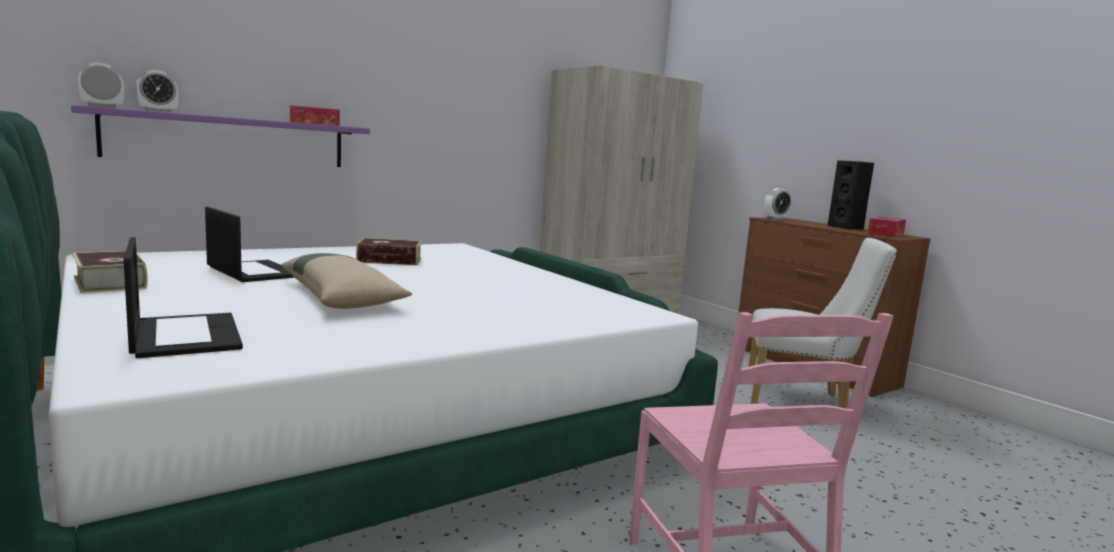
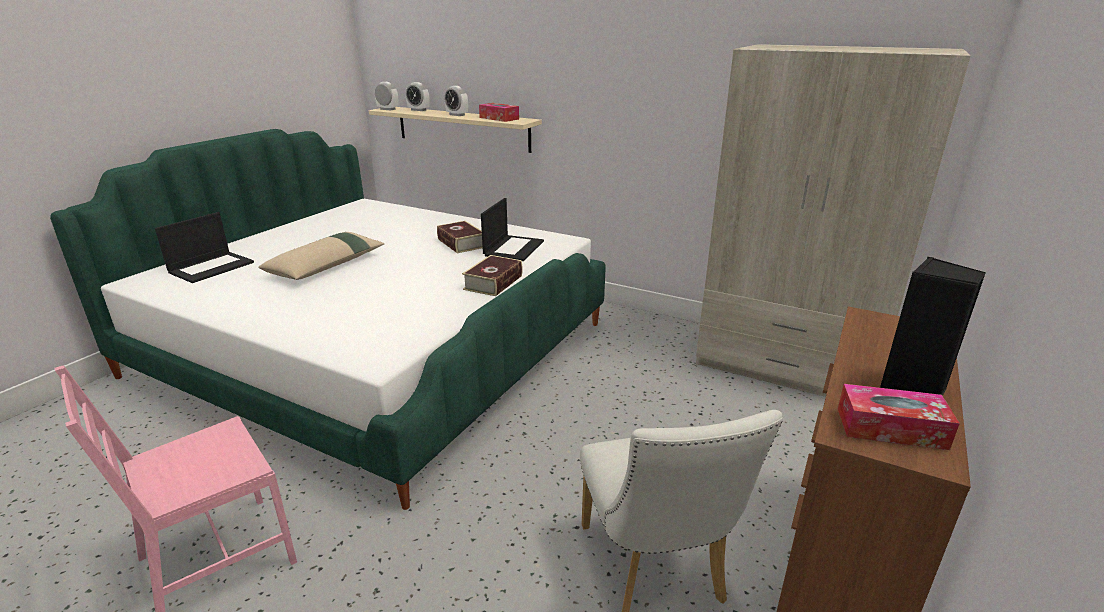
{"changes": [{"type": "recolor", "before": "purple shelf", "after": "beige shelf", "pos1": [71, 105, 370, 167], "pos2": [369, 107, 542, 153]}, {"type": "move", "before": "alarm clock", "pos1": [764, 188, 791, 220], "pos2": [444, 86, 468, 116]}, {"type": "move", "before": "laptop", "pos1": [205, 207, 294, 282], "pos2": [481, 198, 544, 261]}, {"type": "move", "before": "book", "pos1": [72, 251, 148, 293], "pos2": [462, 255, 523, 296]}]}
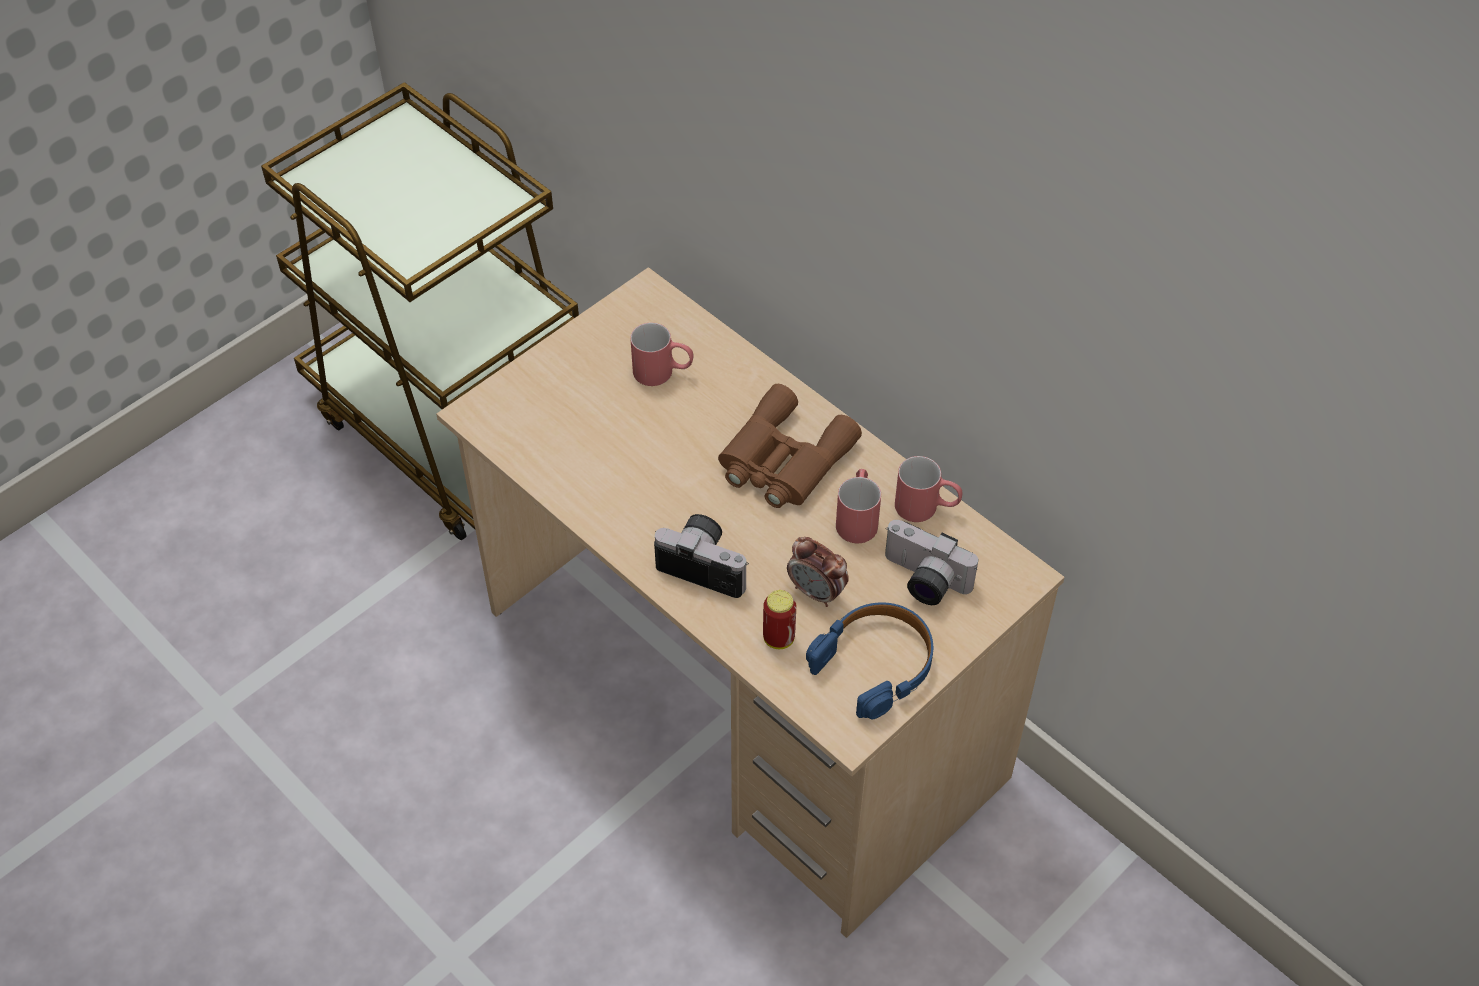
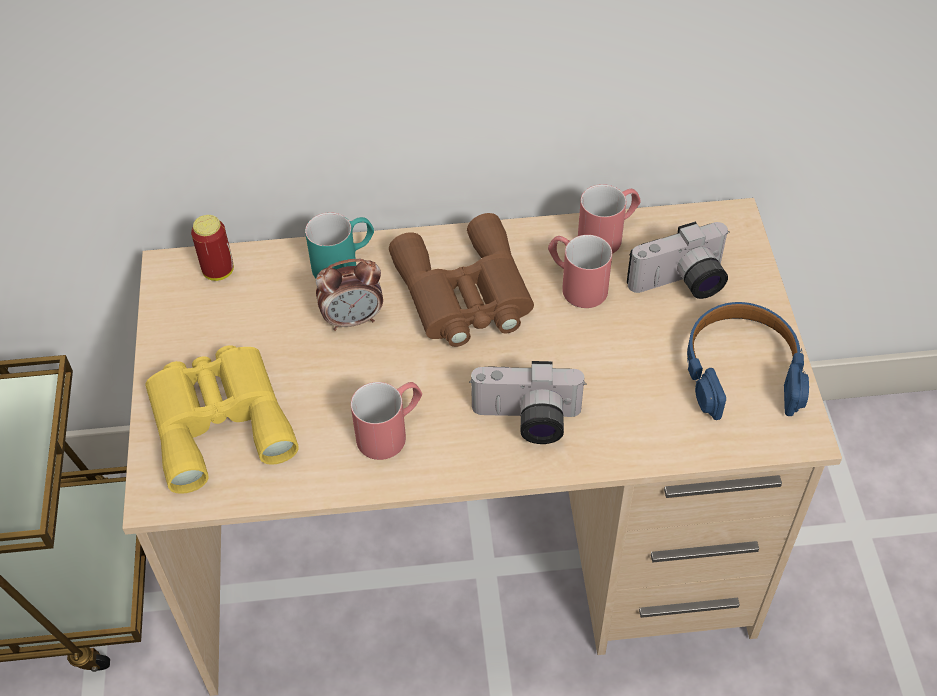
{"changes": [{"type": "move", "before": "red mug", "pos1": [630, 323, 693, 386], "pos2": [351, 382, 422, 460]}, {"type": "rotate", "before": "photo camera", "pos1": [654, 514, 749, 598], "pos2": [469, 361, 587, 444], "turn": -150}, {"type": "move", "before": "alarm clock", "pos1": [787, 537, 849, 607], "pos2": [316, 259, 383, 331]}, {"type": "move", "before": "can", "pos1": [763, 590, 796, 649], "pos2": [191, 215, 234, 281]}, {"type": "insert", "after": "turquoise mug", "pos2": [305, 212, 374, 278]}, {"type": "insert", "after": "yellow binoculars", "pos2": [145, 345, 299, 494]}]}
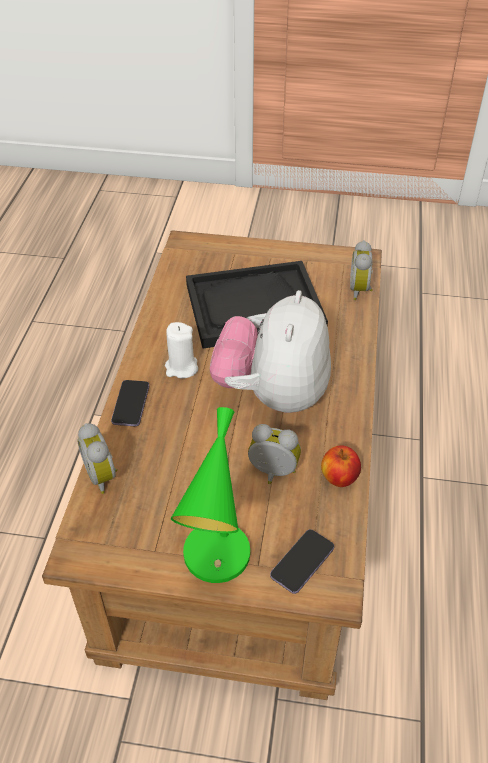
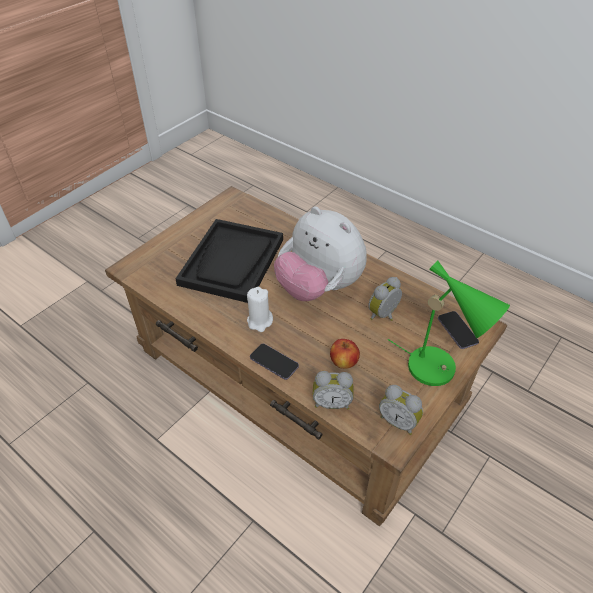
{"changes": [{"type": "move", "before": "alarm clock", "pos1": [350, 240, 373, 300], "pos2": [379, 385, 423, 435]}, {"type": "move", "before": "apple", "pos1": [321, 446, 361, 487], "pos2": [330, 339, 360, 369]}]}
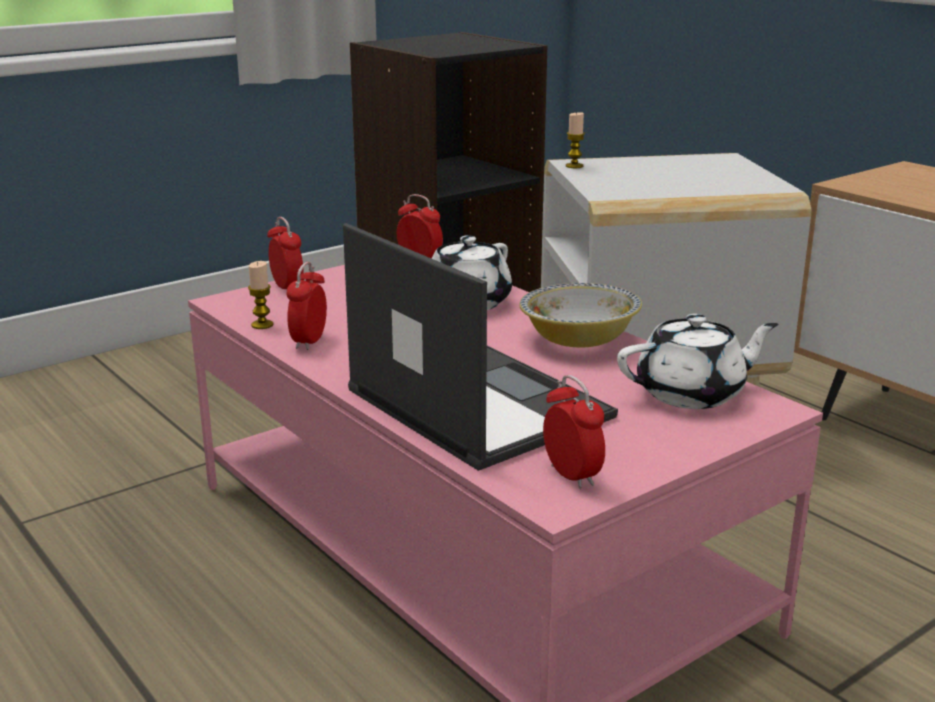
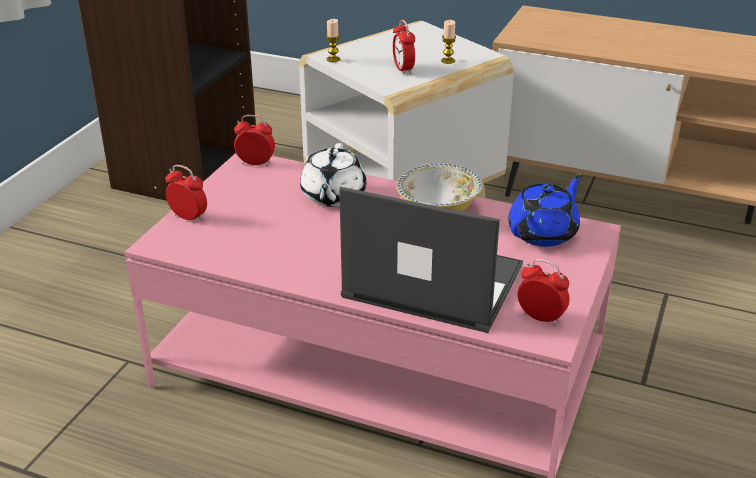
{"changes": [{"type": "move", "before": "candle", "pos1": [248, 261, 273, 329], "pos2": [441, 20, 456, 64]}, {"type": "move", "before": "alarm clock", "pos1": [287, 262, 327, 350], "pos2": [393, 19, 415, 75]}, {"type": "recolor", "before": "white teapot", "after": "blue teapot", "pos1": [617, 314, 778, 409], "pos2": [508, 175, 582, 247]}]}
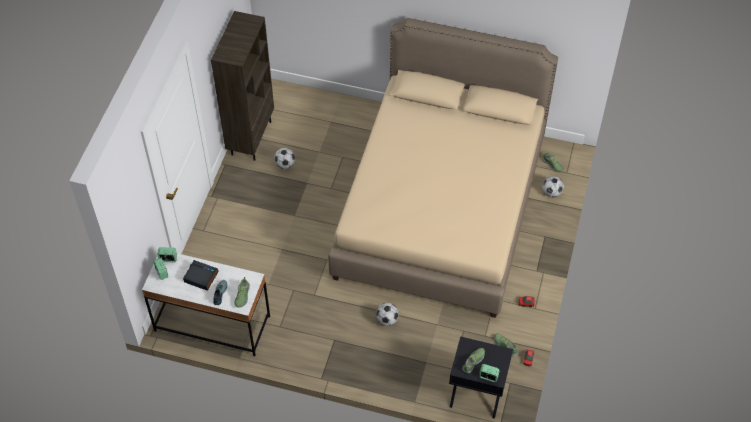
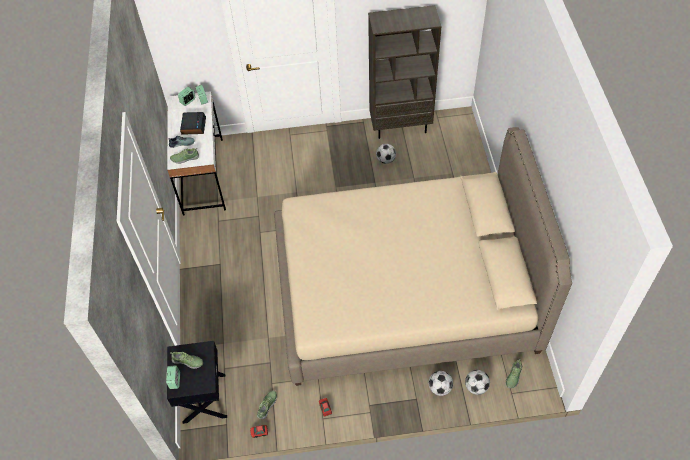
{"changes": [{"type": "move", "before": "football", "pos1": [376, 303, 399, 326], "pos2": [428, 371, 453, 396]}]}
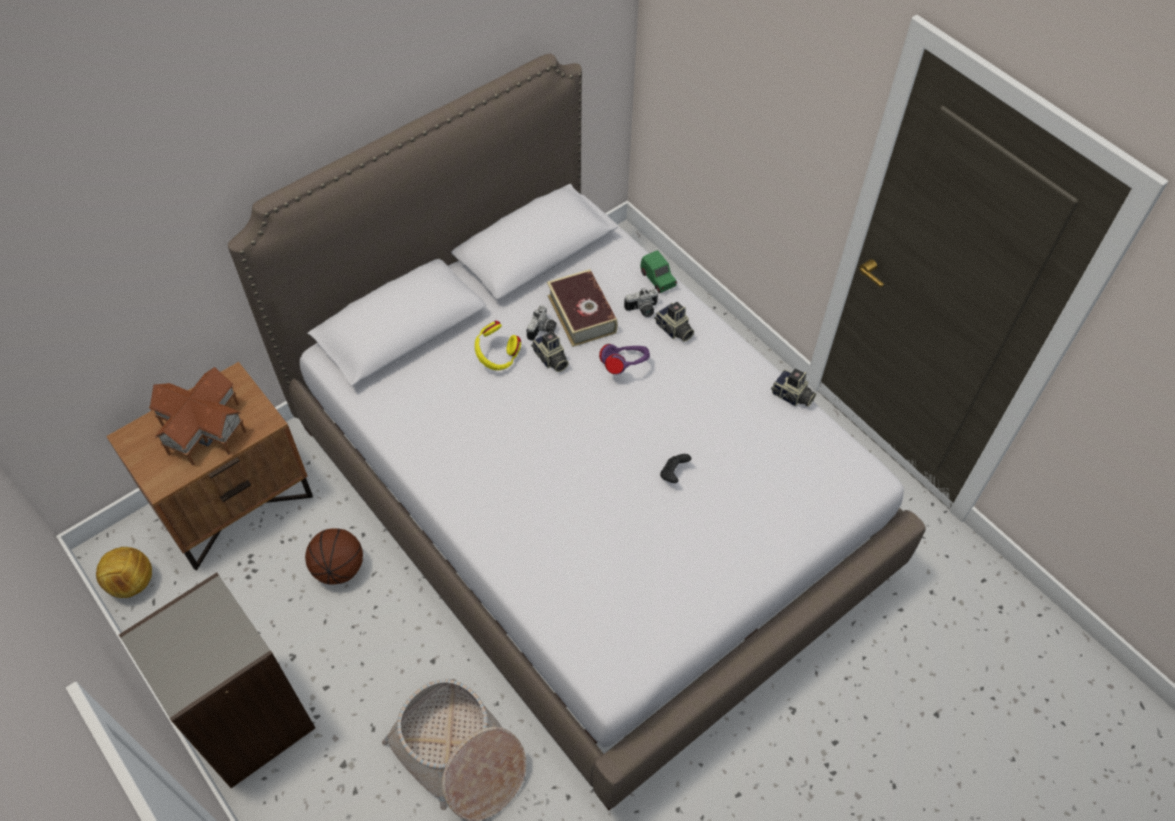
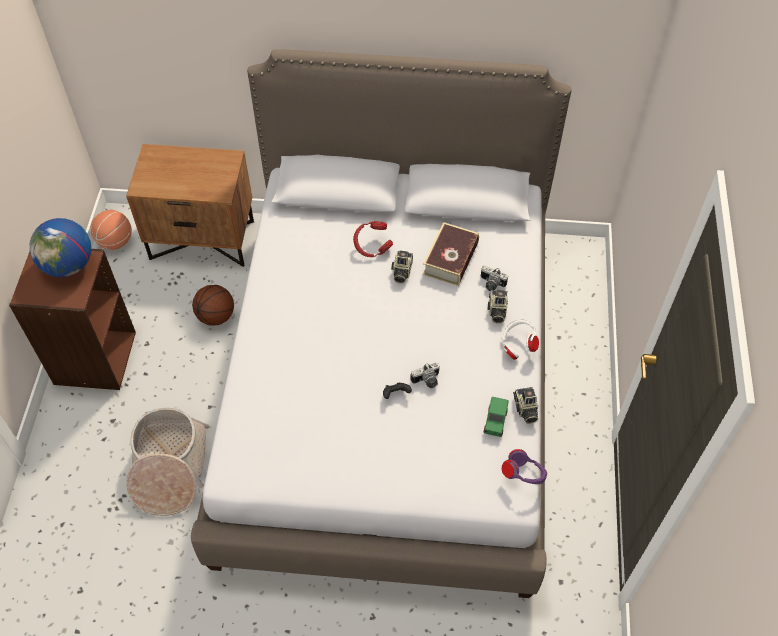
{"changes": [{"type": "move", "before": "green toy car", "pos1": [640, 251, 677, 293], "pos2": [484, 397, 509, 437]}, {"type": "move", "before": "photo camera", "pos1": [527, 305, 556, 341], "pos2": [410, 362, 439, 388]}, {"type": "recolor", "before": "yellow headphones", "after": "red headphones", "pos1": [475, 320, 521, 370], "pos2": [353, 221, 393, 257]}, {"type": "move", "before": "purple headphones", "pos1": [599, 344, 650, 374], "pos2": [502, 449, 547, 484]}, {"type": "delete", "before": "toy house", "pos1": [149, 367, 247, 466]}, {"type": "replace", "before": "football", "after": "basketball", "pos1": [96, 547, 152, 598], "pos2": [90, 210, 132, 250]}, {"type": "recolor", "before": "grey bookcase", "after": "brown bookcase", "pos1": [119, 573, 315, 788], "pos2": [9, 249, 136, 390]}, {"type": "insert", "after": "globe", "pos2": [29, 218, 91, 277]}, {"type": "insert", "after": "white headphones", "pos2": [502, 319, 539, 360]}]}
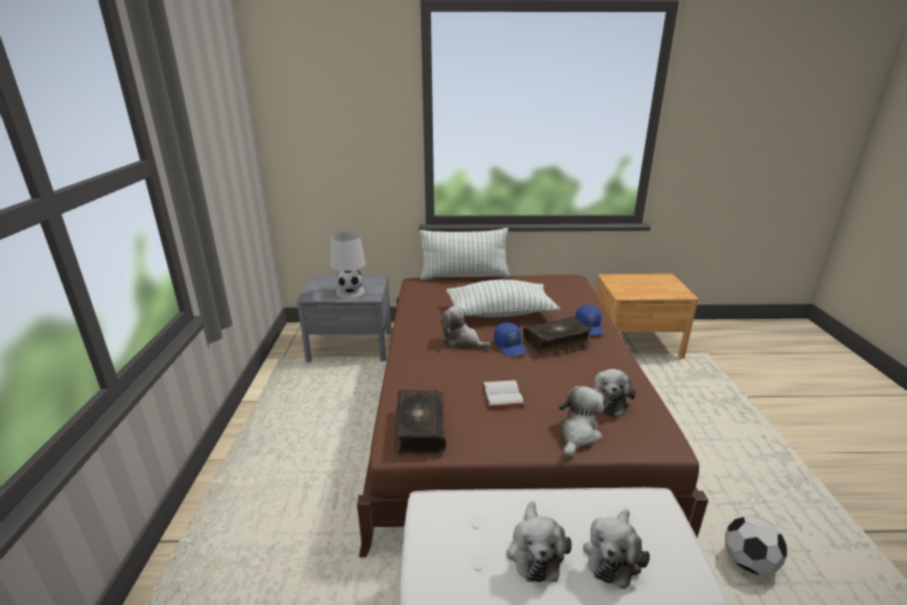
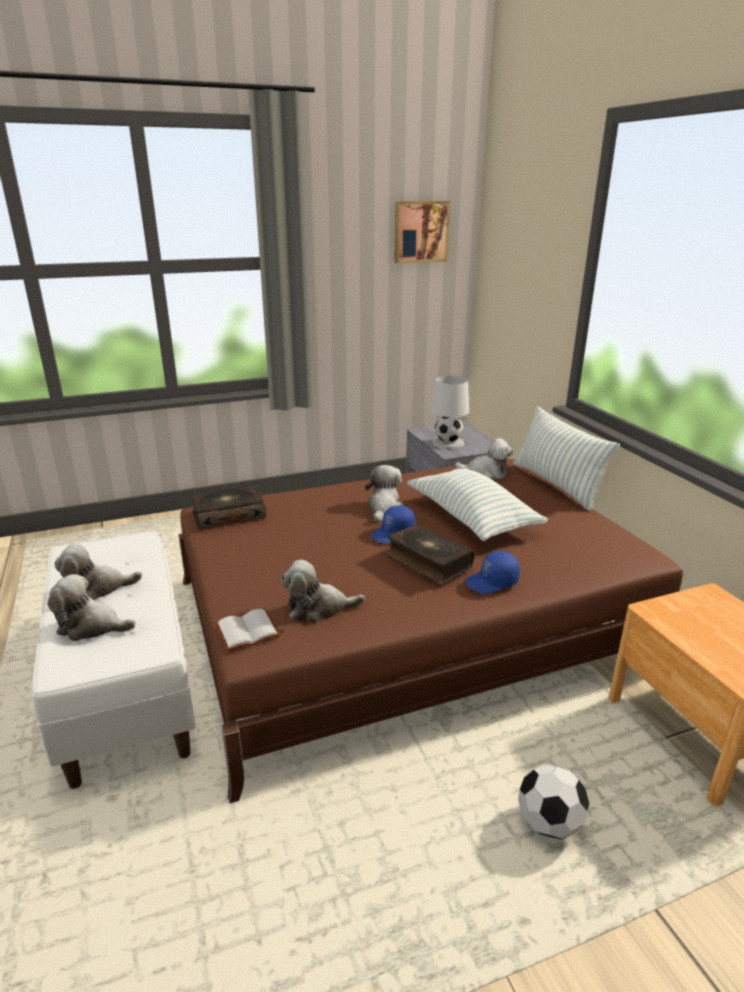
{"changes": [{"type": "move", "before": "white book", "pos1": [482, 380, 525, 408], "pos2": [215, 609, 281, 651]}, {"type": "move", "before": "plush toy", "pos1": [559, 386, 603, 457], "pos2": [455, 438, 513, 479]}, {"type": "move", "before": "football", "pos1": [725, 516, 787, 575], "pos2": [518, 765, 590, 840]}, {"type": "insert", "after": "picture", "pos2": [394, 201, 451, 263]}]}
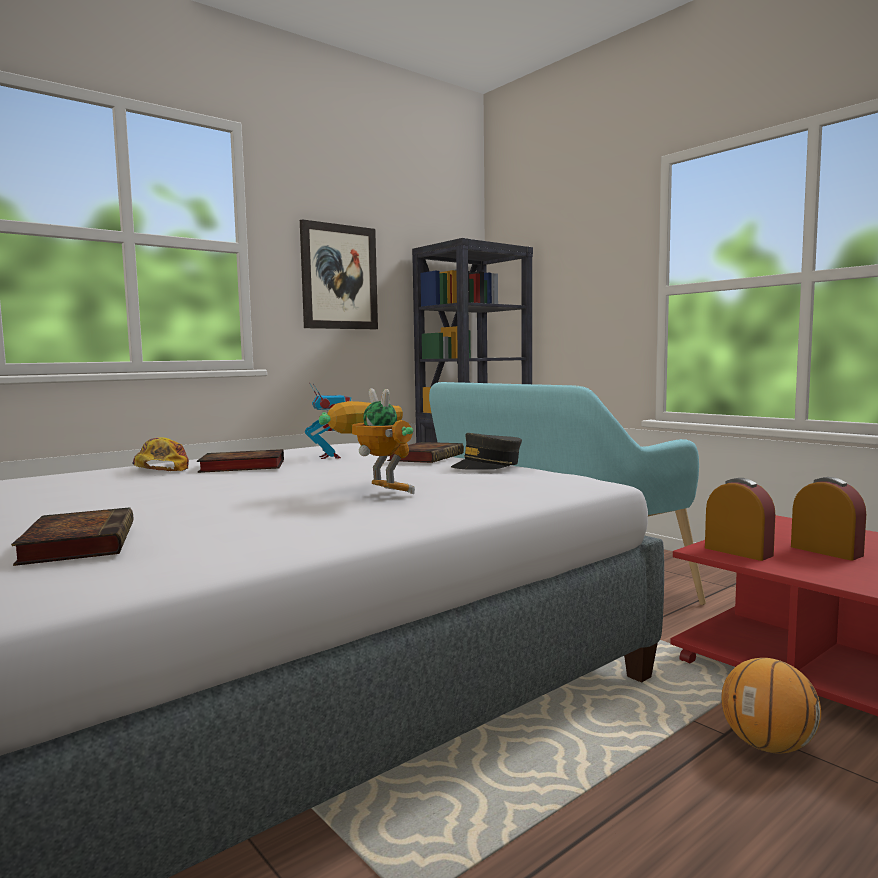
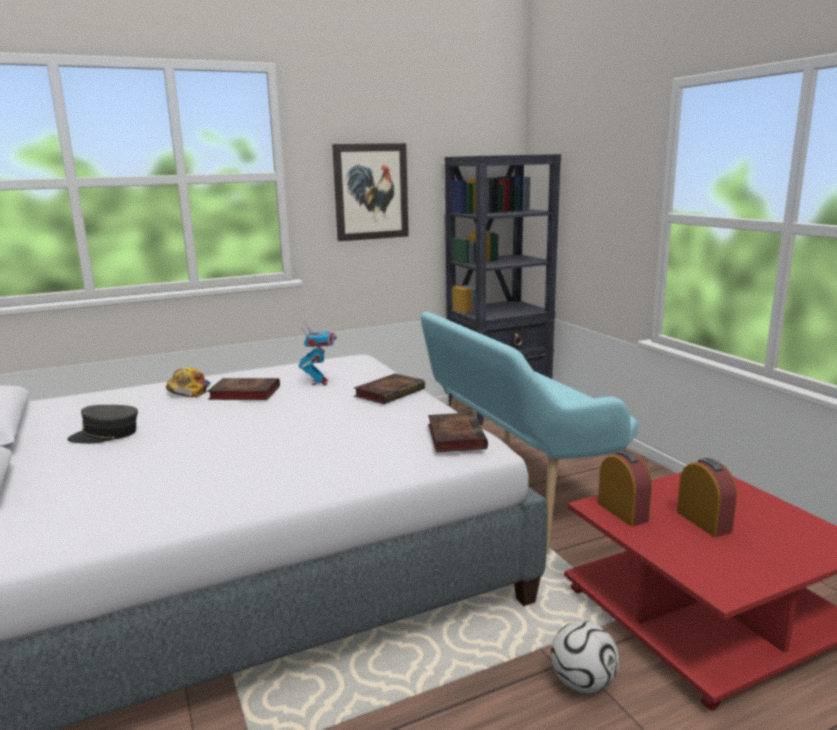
{"changes": [{"type": "delete", "before": "toy robot", "pos1": [319, 388, 415, 494]}, {"type": "move", "before": "grey cap", "pos1": [451, 433, 522, 470], "pos2": [67, 405, 138, 444]}, {"type": "move", "before": "book", "pos1": [11, 507, 133, 566], "pos2": [428, 412, 488, 453]}, {"type": "replace", "before": "basketball", "after": "football", "pos1": [721, 658, 821, 753], "pos2": [551, 621, 619, 693]}]}
